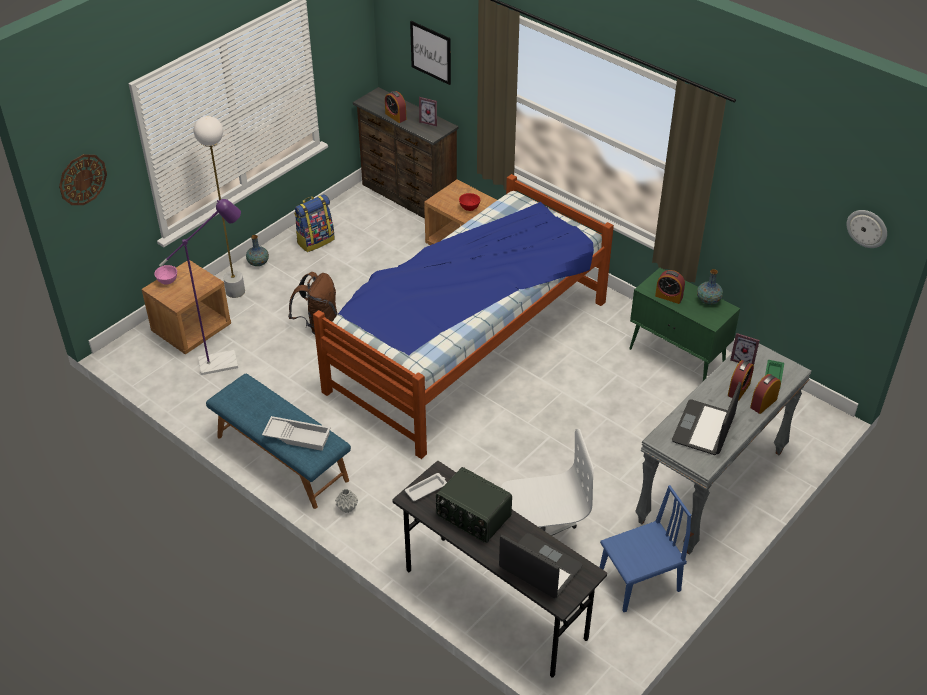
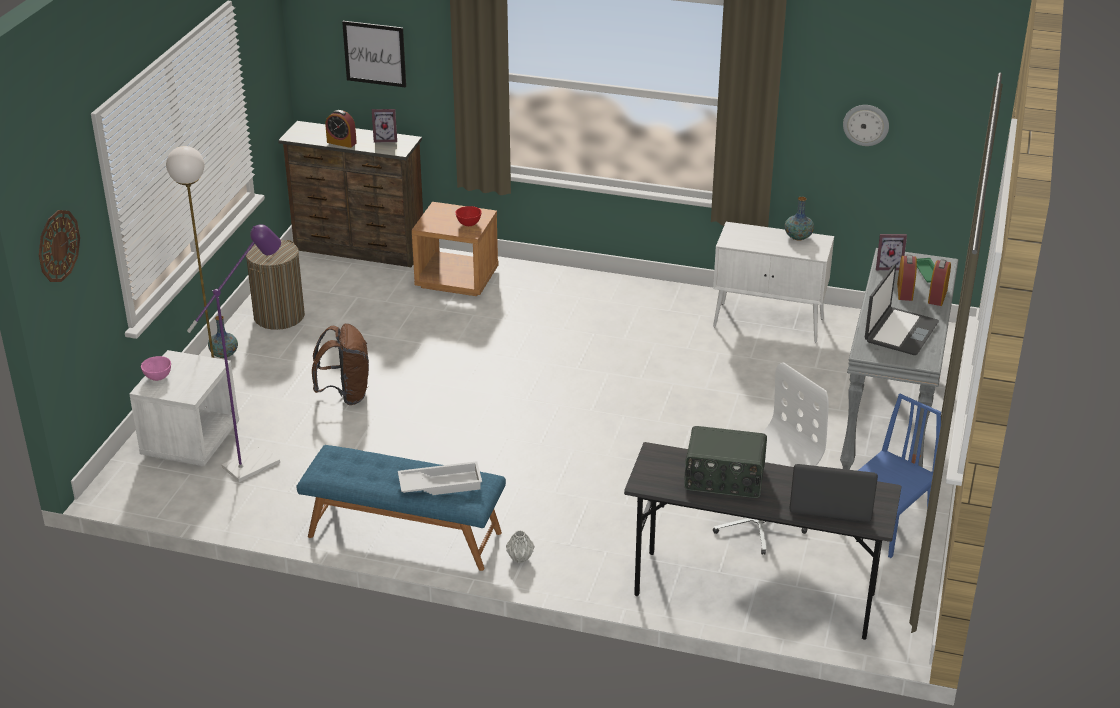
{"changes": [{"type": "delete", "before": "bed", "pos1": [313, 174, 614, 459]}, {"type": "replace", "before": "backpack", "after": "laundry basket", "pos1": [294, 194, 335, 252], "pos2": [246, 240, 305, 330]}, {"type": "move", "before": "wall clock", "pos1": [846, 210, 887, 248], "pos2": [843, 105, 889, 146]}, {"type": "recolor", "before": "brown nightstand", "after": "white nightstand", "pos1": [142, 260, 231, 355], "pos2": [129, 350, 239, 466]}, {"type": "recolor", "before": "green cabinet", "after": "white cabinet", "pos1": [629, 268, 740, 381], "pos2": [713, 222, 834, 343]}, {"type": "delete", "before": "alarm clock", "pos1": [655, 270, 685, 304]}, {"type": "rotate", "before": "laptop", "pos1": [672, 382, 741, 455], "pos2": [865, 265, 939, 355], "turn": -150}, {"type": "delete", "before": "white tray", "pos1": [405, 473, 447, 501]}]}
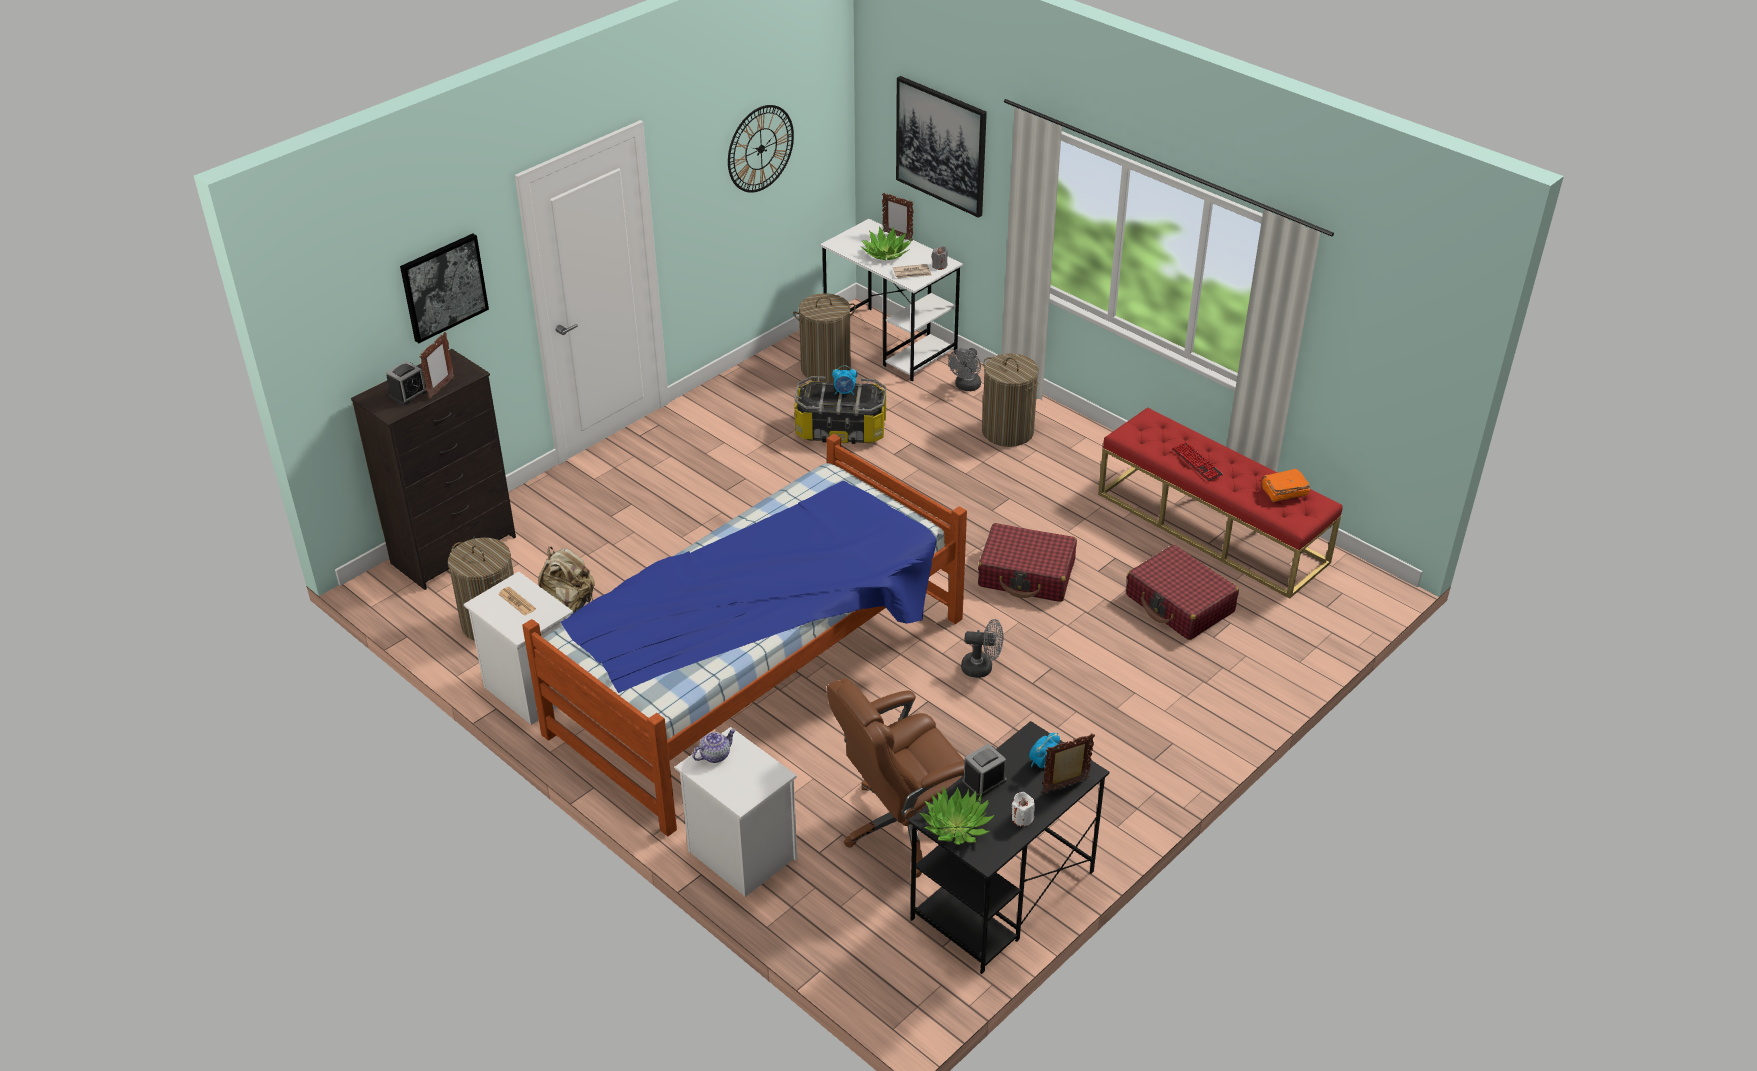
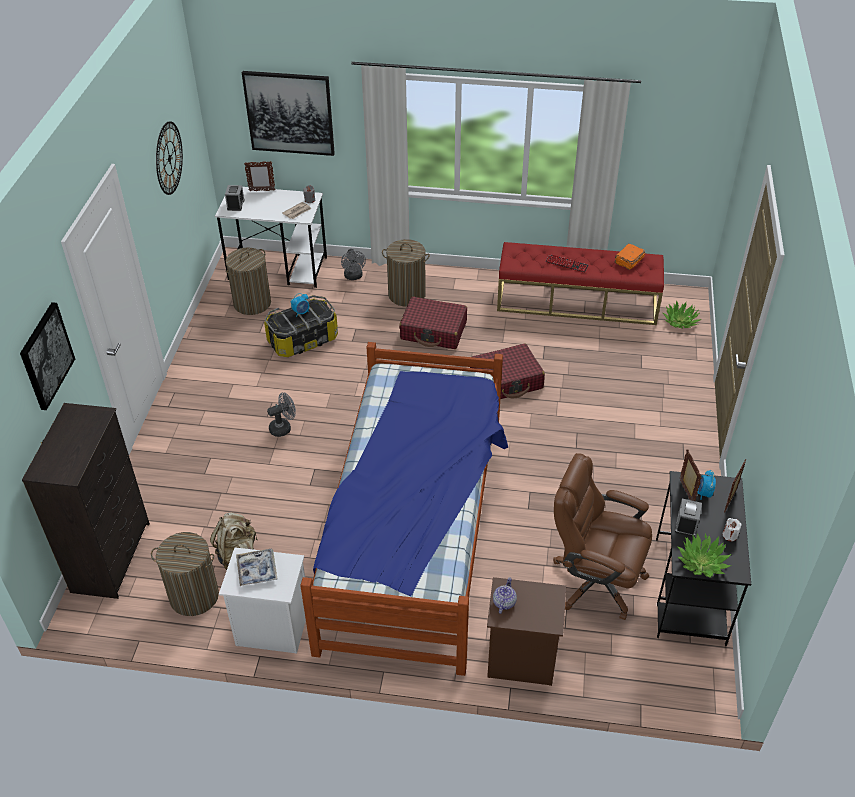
{"changes": [{"type": "move", "before": "potted plant", "pos1": [861, 226, 912, 260], "pos2": [663, 300, 701, 328]}, {"type": "move", "before": "picture frame", "pos1": [420, 332, 454, 399], "pos2": [680, 449, 702, 501]}, {"type": "move", "before": "alarm clock", "pos1": [386, 361, 427, 405], "pos2": [225, 185, 245, 211]}, {"type": "move", "before": "red suitcase", "pos1": [1126, 545, 1239, 640], "pos2": [399, 296, 467, 349]}, {"type": "replace", "before": "newspaper", "after": "tray", "pos1": [499, 587, 536, 616], "pos2": [236, 549, 278, 586]}, {"type": "move", "before": "grey fan", "pos1": [961, 619, 1004, 678], "pos2": [267, 392, 296, 437]}, {"type": "rotate", "before": "brown office chair", "pos1": [827, 678, 965, 877], "pos2": [553, 453, 652, 620], "turn": 90}, {"type": "recolor", "before": "white nightstand", "after": "brown nightstand", "pos1": [675, 727, 797, 897], "pos2": [487, 577, 566, 686]}]}
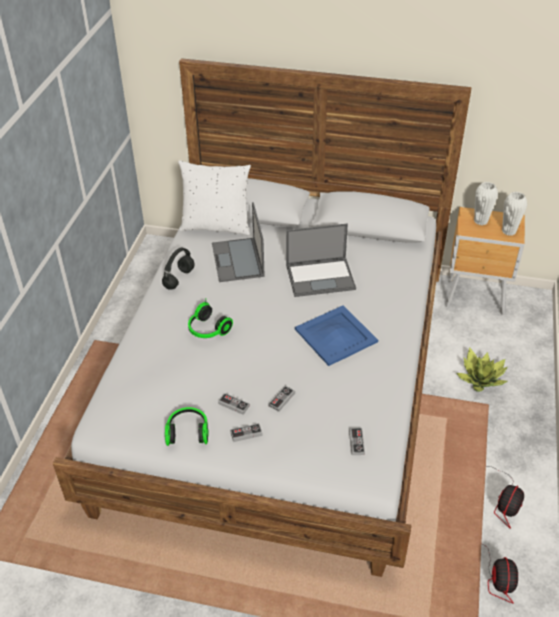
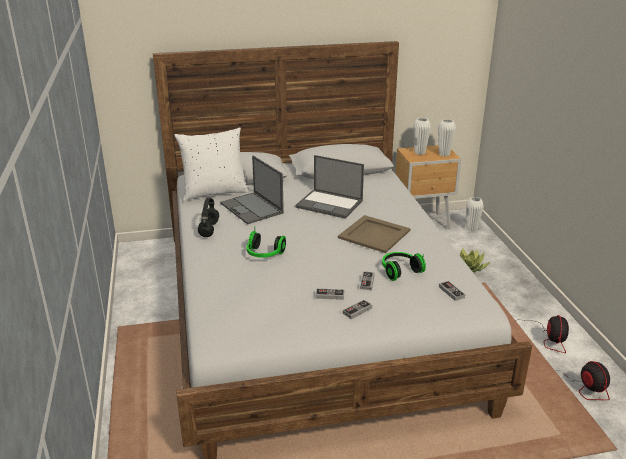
{"changes": [{"type": "rotate", "before": "laptop", "pos1": [286, 223, 356, 297], "pos2": [295, 155, 364, 219], "turn": 60}, {"type": "recolor", "before": "blue tray", "after": "beige tray", "pos1": [295, 305, 378, 366], "pos2": [338, 215, 411, 253]}, {"type": "move", "before": "headphones", "pos1": [165, 407, 209, 446], "pos2": [382, 252, 426, 281]}, {"type": "insert", "after": "white vase", "pos2": [466, 197, 484, 232]}]}
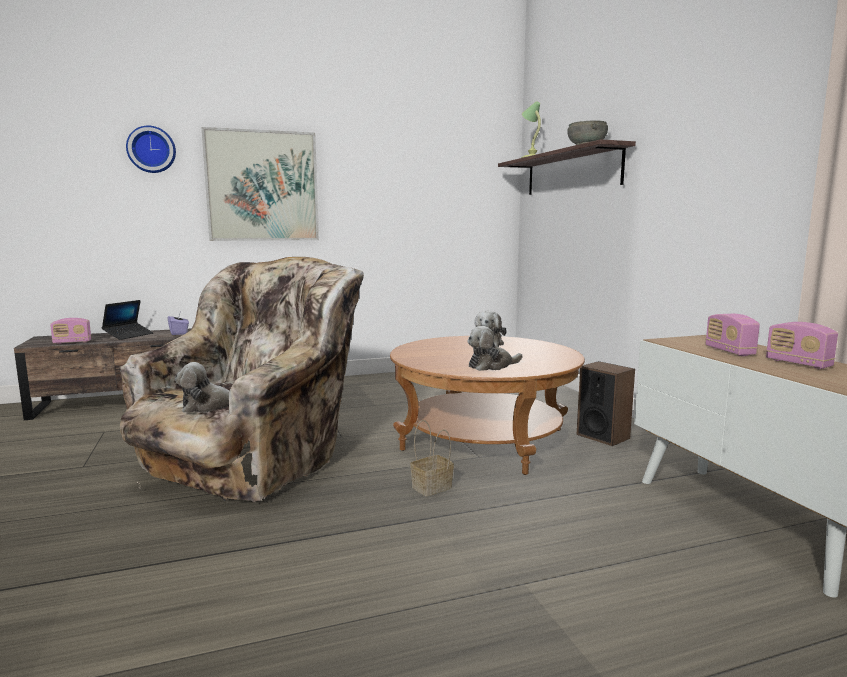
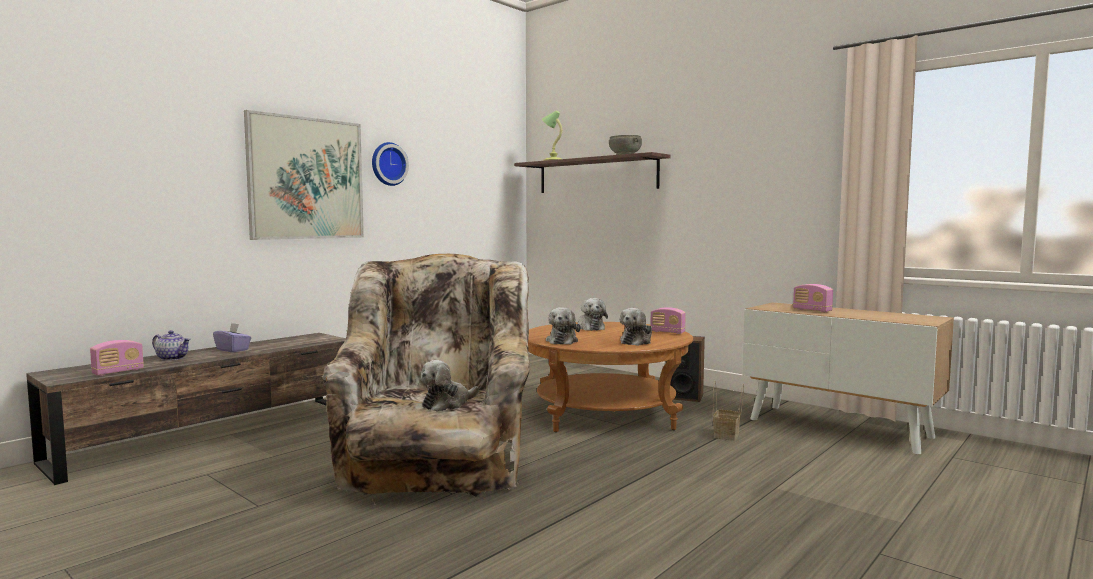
{"changes": [{"type": "move", "before": "wall clock", "pos1": [126, 126, 176, 173], "pos2": [372, 142, 409, 186]}, {"type": "replace", "before": "laptop", "after": "teapot", "pos1": [102, 300, 153, 340], "pos2": [152, 330, 191, 361]}, {"type": "move", "before": "radio", "pos1": [766, 322, 838, 369], "pos2": [651, 307, 686, 334]}, {"type": "move", "before": "basket", "pos1": [410, 420, 454, 496], "pos2": [713, 381, 744, 441]}, {"type": "insert", "after": "plush toy", "pos2": [546, 307, 581, 345]}]}
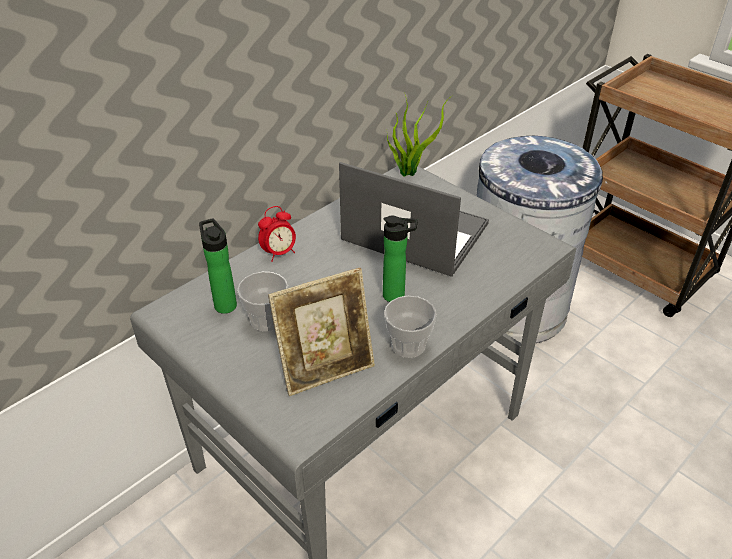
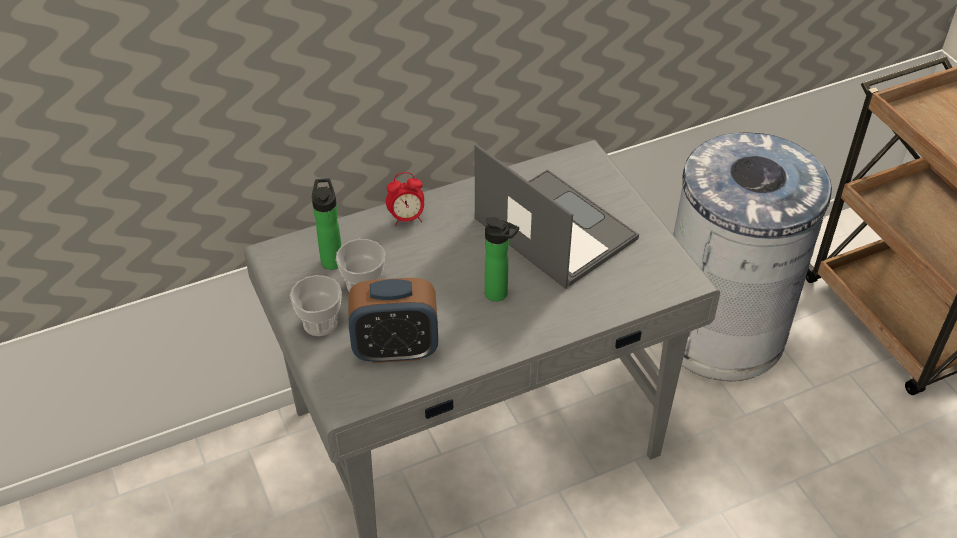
{"changes": [{"type": "delete", "before": "potted plant", "pos1": [387, 95, 453, 177]}, {"type": "replace", "before": "picture frame", "after": "alarm clock", "pos1": [268, 268, 375, 396], "pos2": [348, 278, 438, 363]}, {"type": "move", "before": "cup", "pos1": [384, 296, 437, 358], "pos2": [290, 275, 342, 336]}]}
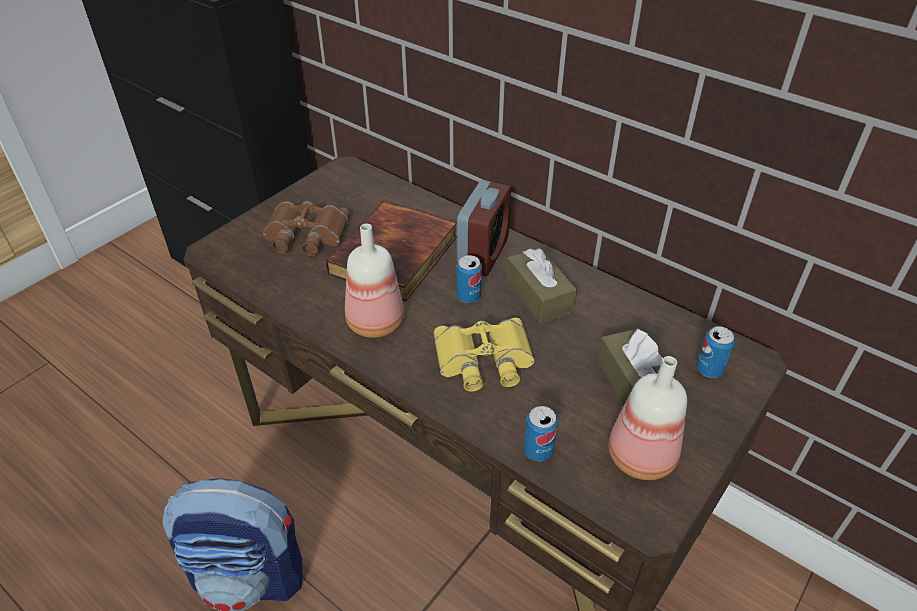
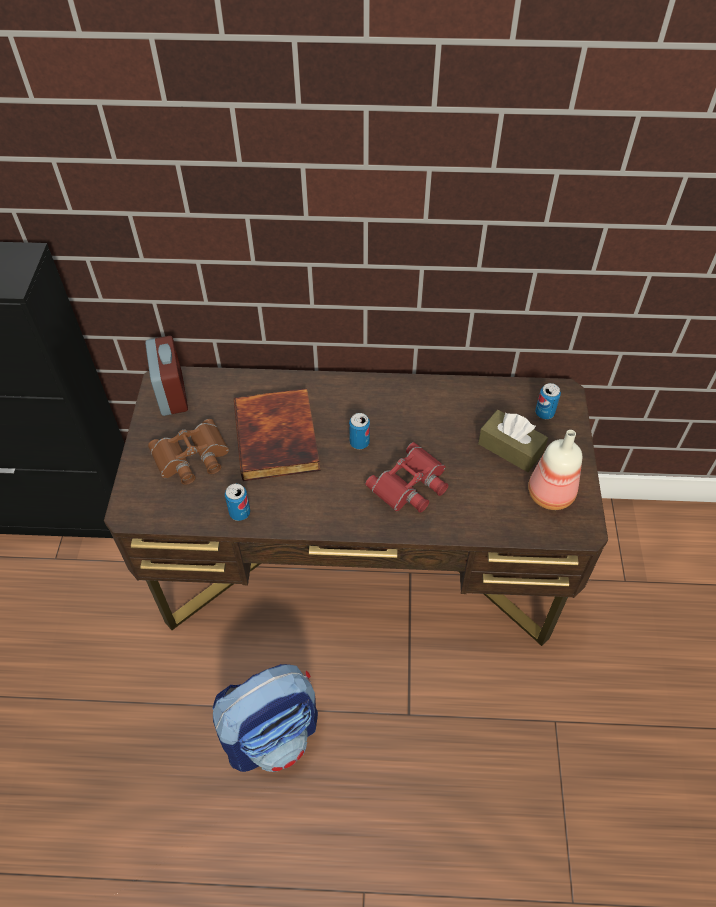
{"changes": [{"type": "move", "before": "alarm clock", "pos1": [457, 180, 511, 276], "pos2": [145, 336, 188, 416]}, {"type": "delete", "before": "bottle", "pos1": [345, 224, 404, 338]}, {"type": "delete", "before": "brown tissue box", "pos1": [506, 248, 577, 324]}, {"type": "recolor", "before": "yellow binoculars", "after": "red binoculars", "pos1": [434, 318, 534, 392], "pos2": [365, 442, 448, 513]}, {"type": "move", "before": "can", "pos1": [524, 406, 558, 461], "pos2": [225, 484, 250, 521]}]}
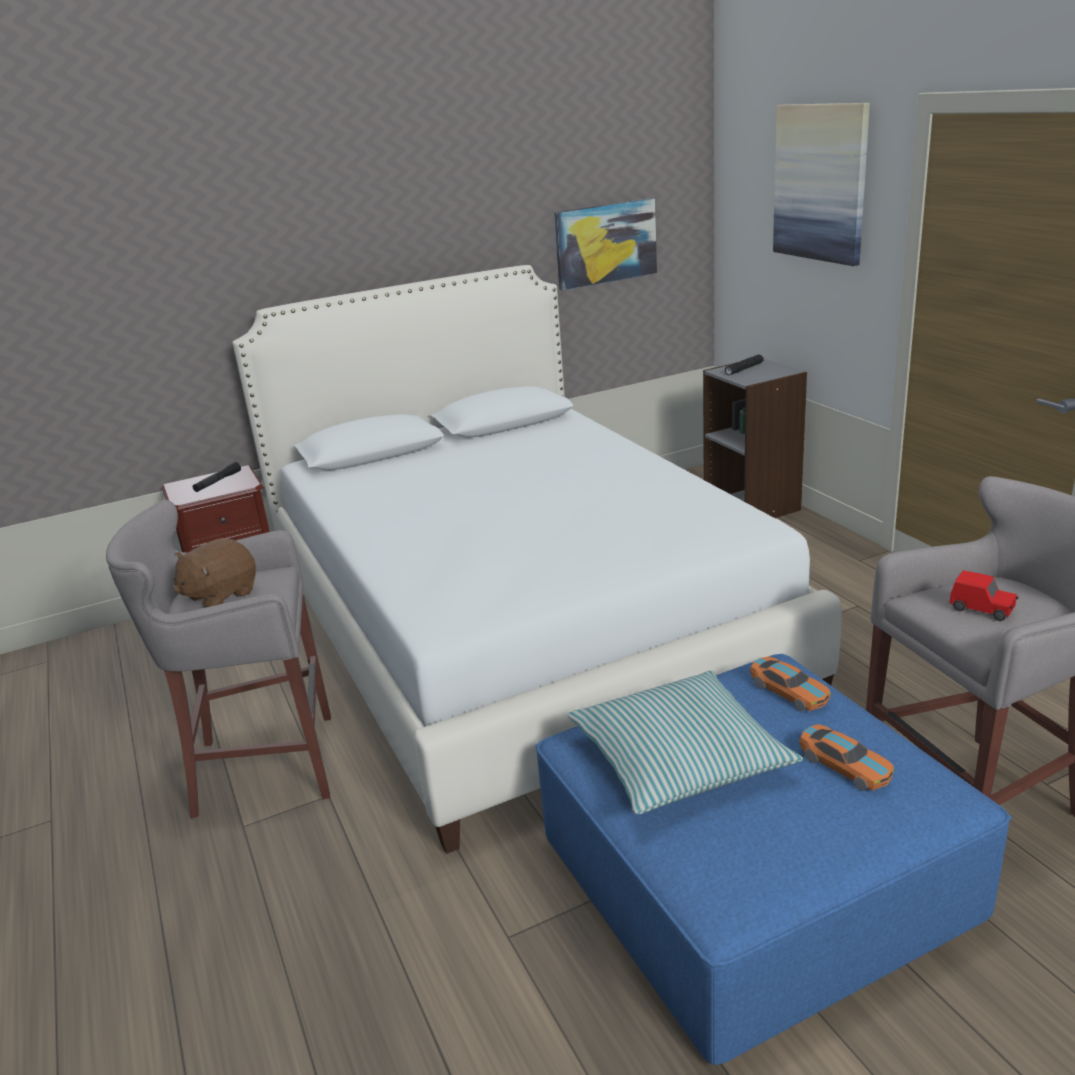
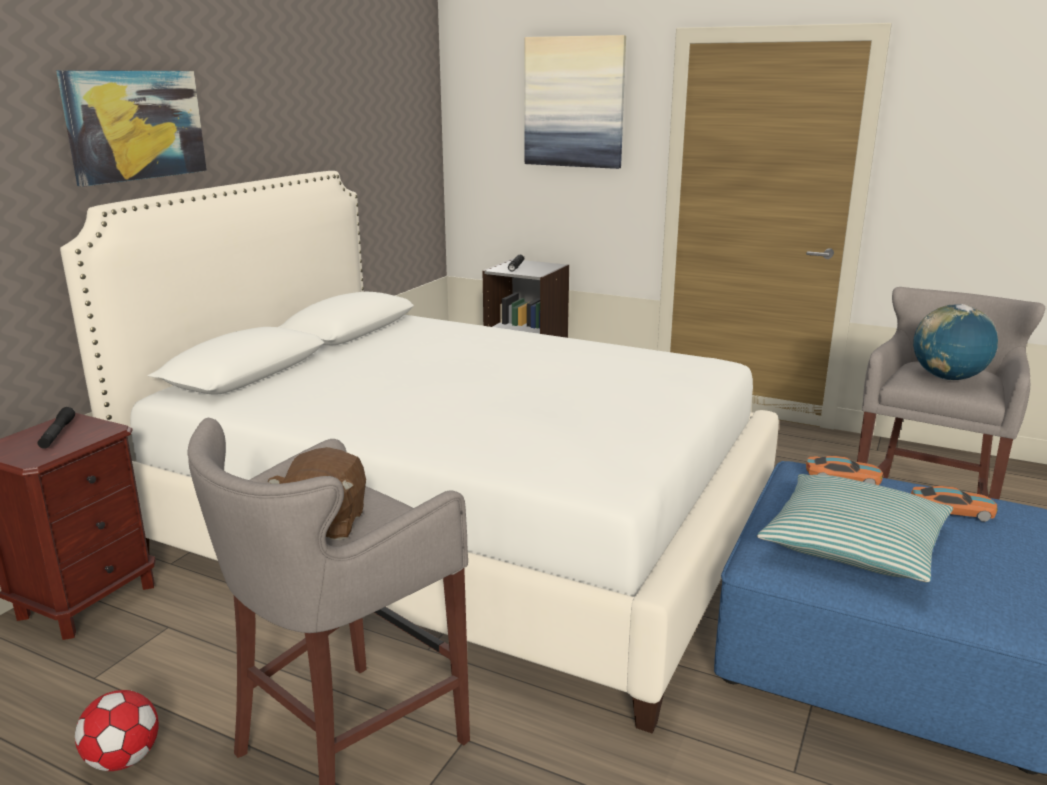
{"changes": [{"type": "move", "before": "picture", "pos1": [554, 198, 657, 290], "pos2": [56, 70, 207, 187]}, {"type": "replace", "before": "red toy car", "after": "globe", "pos1": [949, 570, 1019, 621], "pos2": [913, 304, 998, 380]}, {"type": "insert", "after": "football", "pos2": [75, 690, 159, 771]}]}
